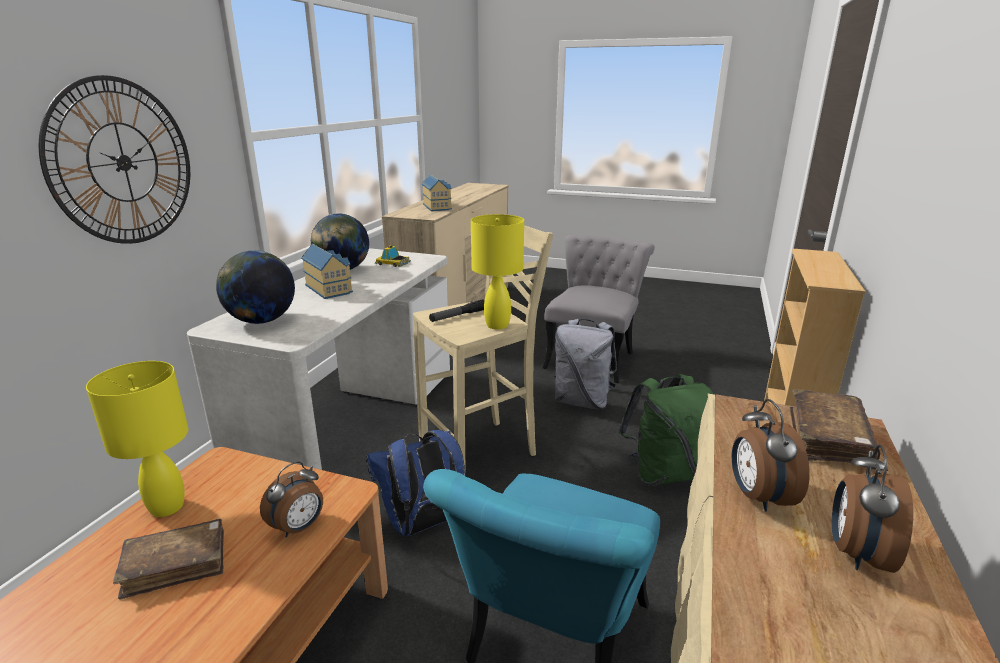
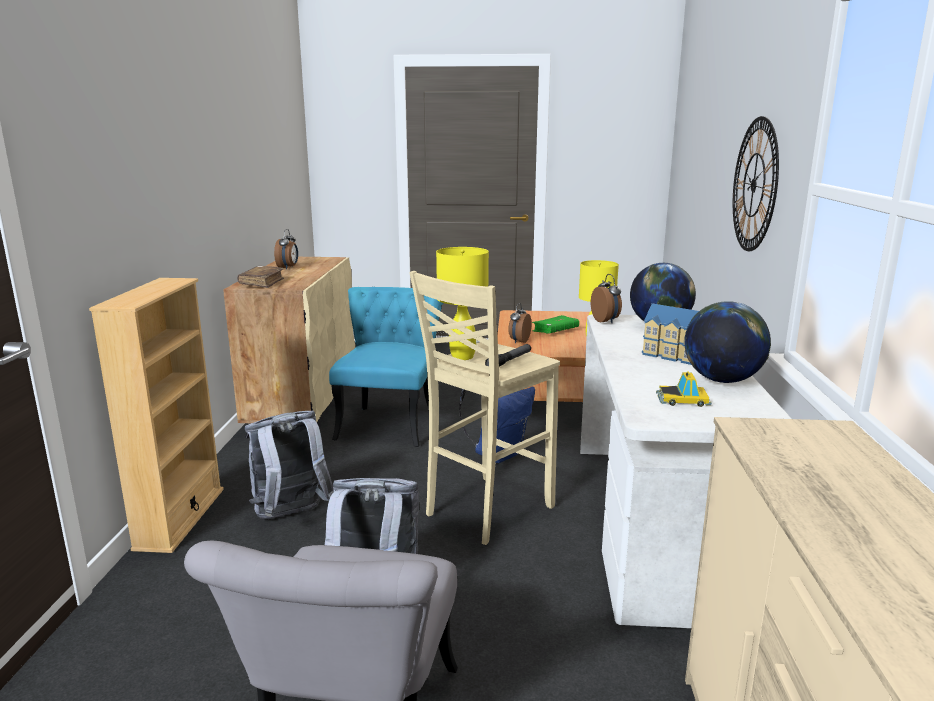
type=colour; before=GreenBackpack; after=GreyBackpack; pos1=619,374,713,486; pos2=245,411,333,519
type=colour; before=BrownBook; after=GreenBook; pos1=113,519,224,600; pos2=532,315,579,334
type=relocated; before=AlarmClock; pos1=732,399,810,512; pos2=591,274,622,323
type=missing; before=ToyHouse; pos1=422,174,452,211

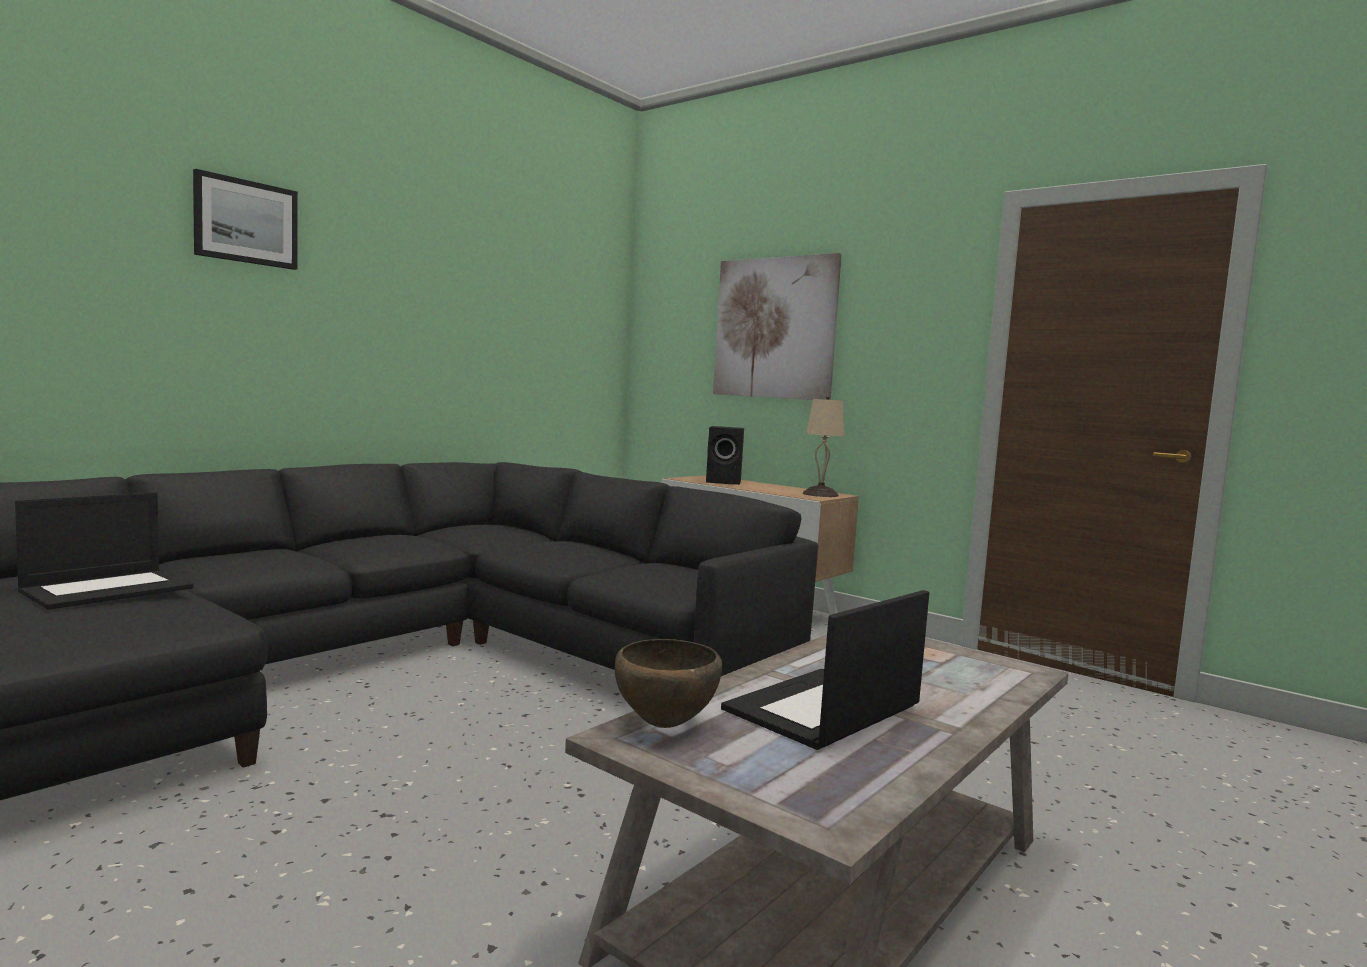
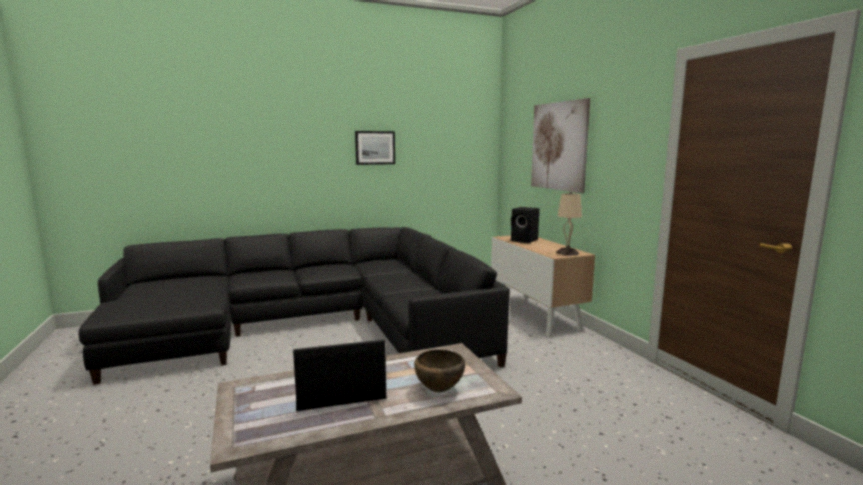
type=relocated; before=Picture; pos1=193,169,298,270; pos2=355,131,395,165
type=relocated; before=BrownBowl; pos1=615,639,722,728; pos2=414,349,465,392
type=missing; before=Laptop; pos1=15,492,194,610

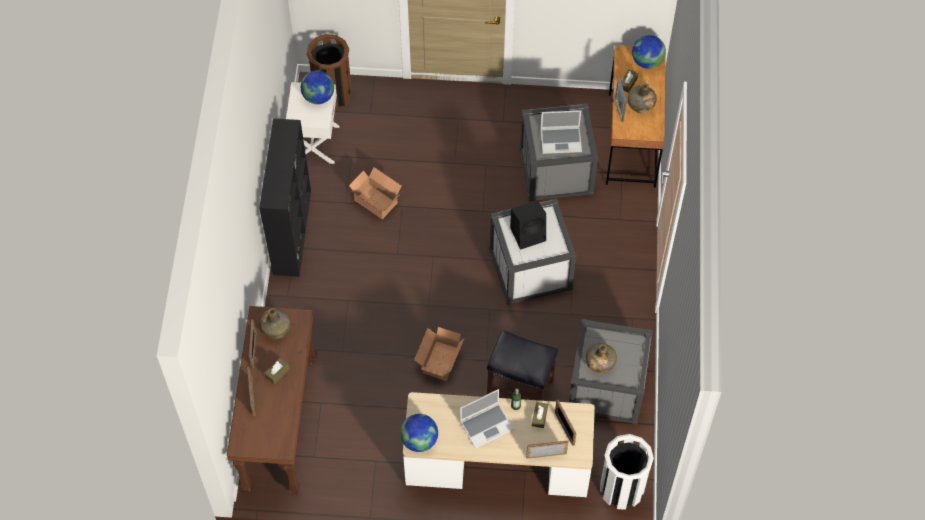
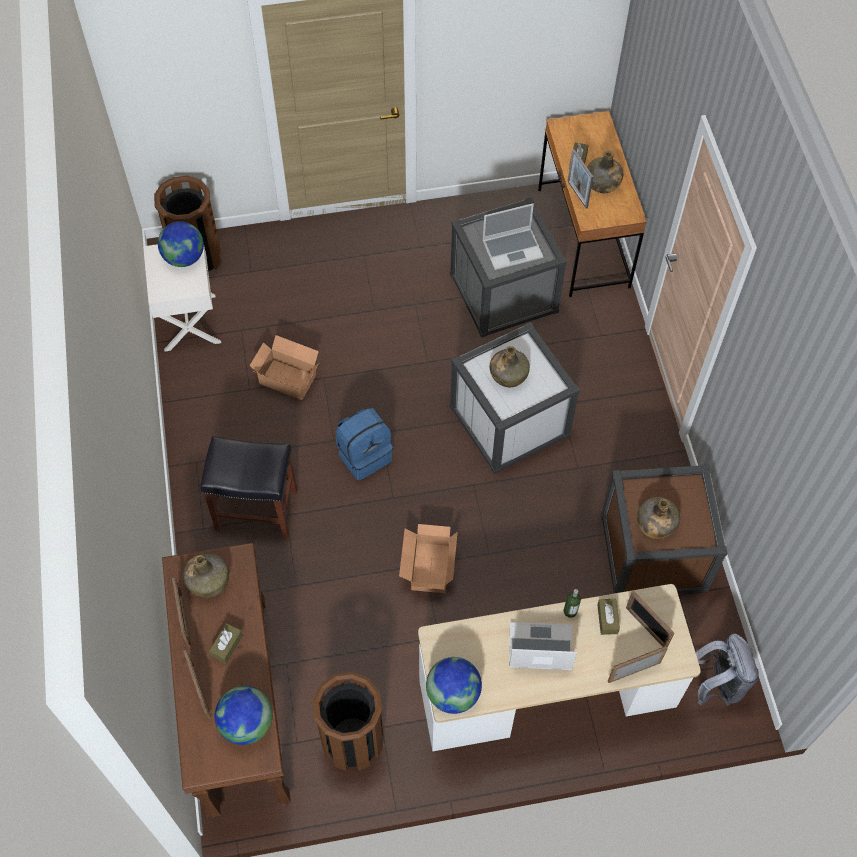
type=relocated; before=BlackStool; pos1=487,330,558,401; pos2=200,436,297,539
type=relocated; before=Globe; pos1=632,35,666,69; pos2=215,686,273,745
type=appeared; after=BrownTrashCan; pos2=312,672,383,771
type=appeared; after=BlueBackpack; pos2=336,408,393,480
type=exchanged; before=BlackSpeaker; after=GreenBottle; pos1=510,201,546,250; pos2=490,346,530,387
type=spun; before=Laptop; pos1=460,389,514,448; pos2=509,622,577,670; turn=-135
type=colour; before=GreyStorageBox; after=BrownStorageBox; pos1=569,319,653,424; pos2=601,464,728,594
type=exchanged; before=WhiteTrashCan; after=GreyBackpack; pos1=600,434,654,510; pos2=695,634,759,706
type=missing; before=BlackBookcase; pos1=259,118,311,277

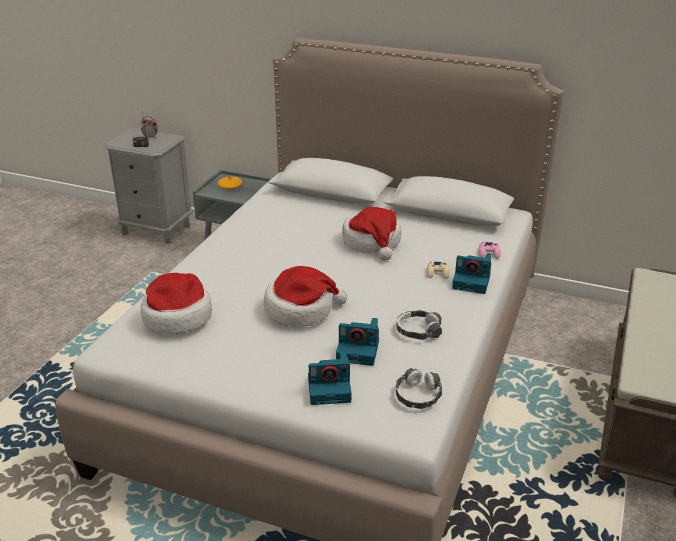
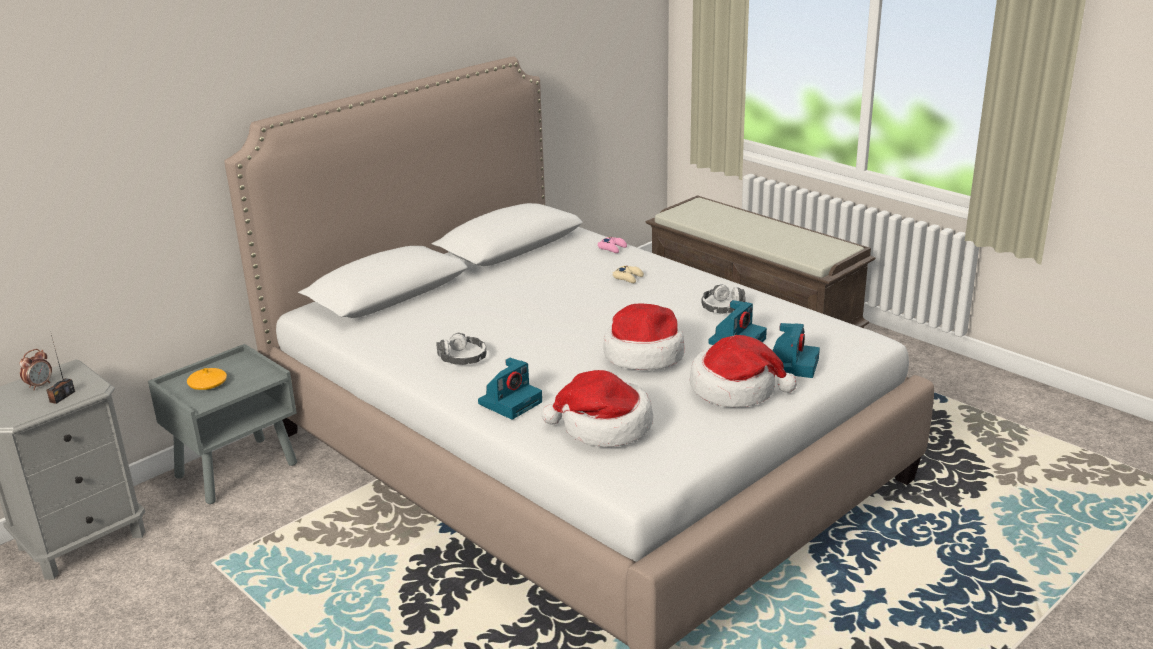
type=relocated; before=Headphones; pos1=396,368,442,409; pos2=436,332,487,365
type=relocated; before=PhotoCamera; pos1=452,253,491,294; pos2=478,358,542,420
type=relocated; before=Hat; pos1=342,207,401,261; pos2=690,335,797,407

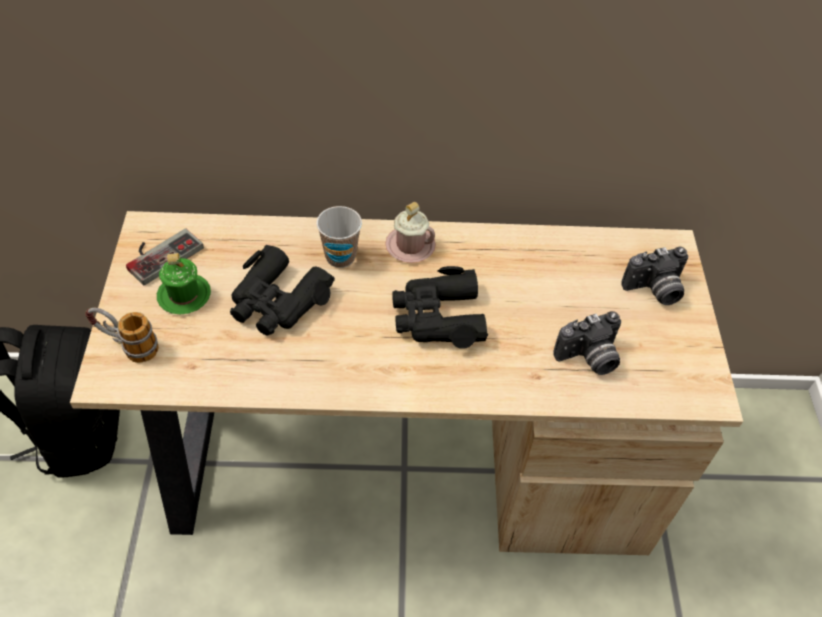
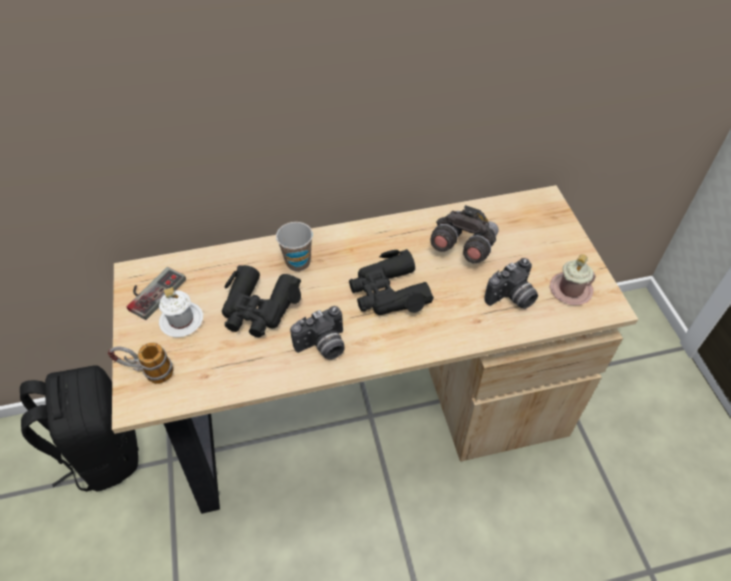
type=colour; before=GreenMug; after=WhiteMug; pos1=157,253,211,315; pos2=159,287,203,337
type=relocated; before=PhotoCamera; pos1=621,247,688,305; pos2=290,306,344,360
type=appeared; after=GreyBinoculars; pos2=430,205,499,264
type=relocated; before=PinkMug; pos1=385,202,436,263; pos2=550,254,596,305

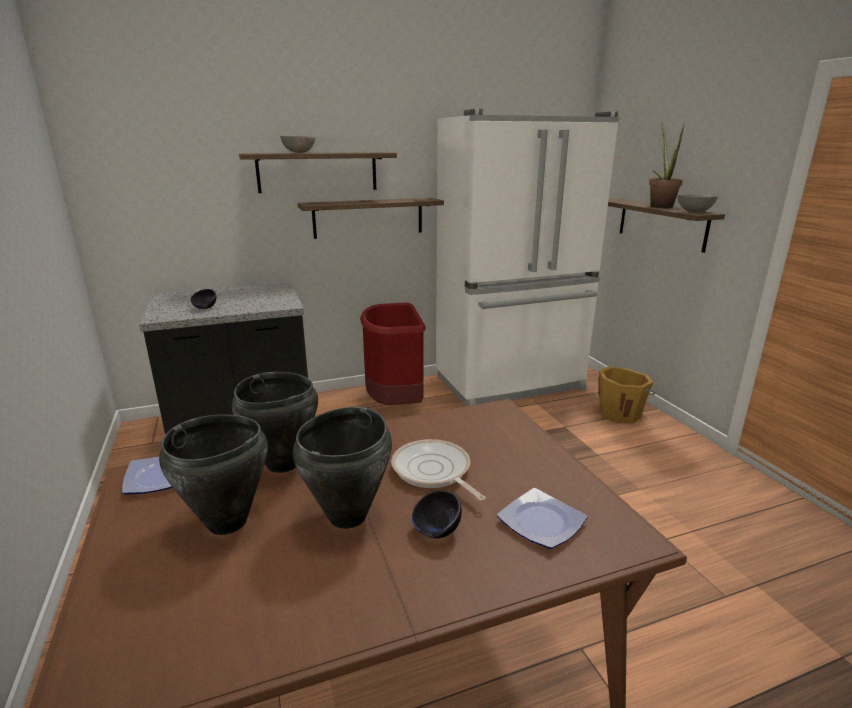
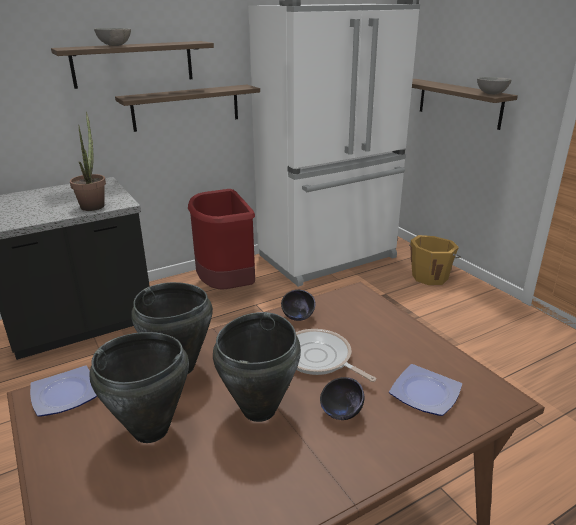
type=relocated; before=PottedPlant; pos1=649,123,684,208; pos2=70,112,106,211
type=relocated; before=BlackBowl; pos1=190,289,217,309; pos2=281,290,316,321

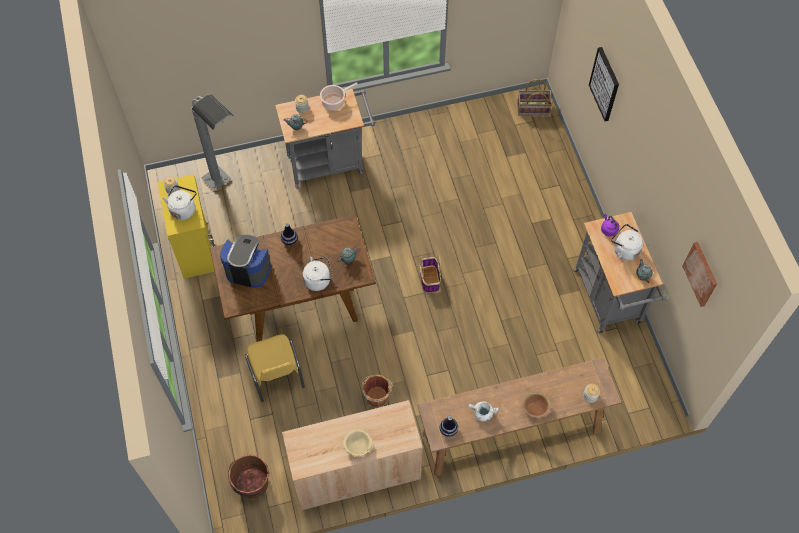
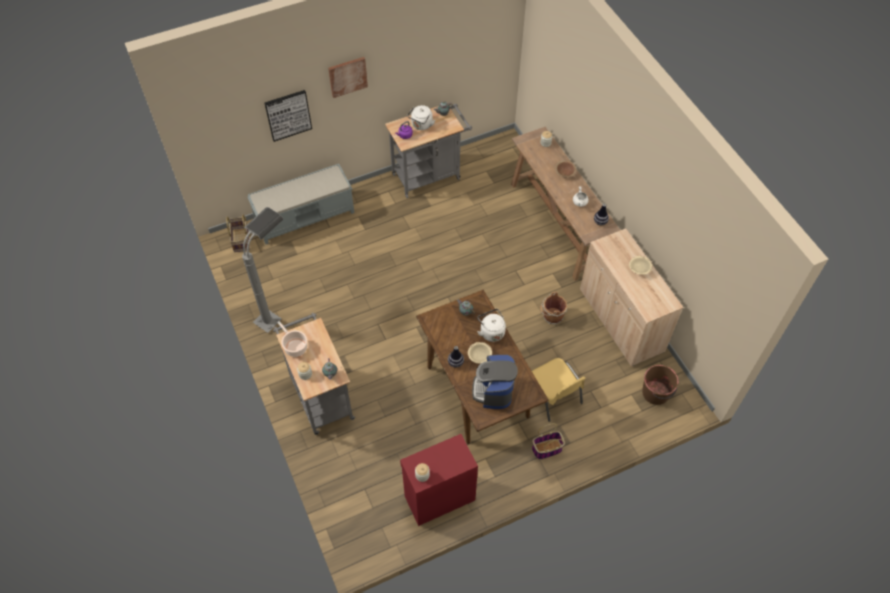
type=relocated; before=GreyFloorLamp; pos1=191,94,234,191; pos2=242,207,284,333
type=appeared; after=GreyBench; pos2=247,164,354,244
type=relocated; before=Picture; pos1=682,242,717,307; pos2=328,57,368,98
type=colour; before=YellowCabinet; after=RedCabinet; pos1=157,174,215,279; pos2=400,434,478,526
type=appeared; after=BeigeBowl; pos2=468,342,492,364
type=spun; before=YellowChair; pos1=245,334,305,402; pos2=532,358,585,422; turn=90
type=relocated; before=Basket; pos1=420,255,442,293; pos2=532,423,565,459
type=missing; before=WhiteKettle; pos1=162,185,197,220

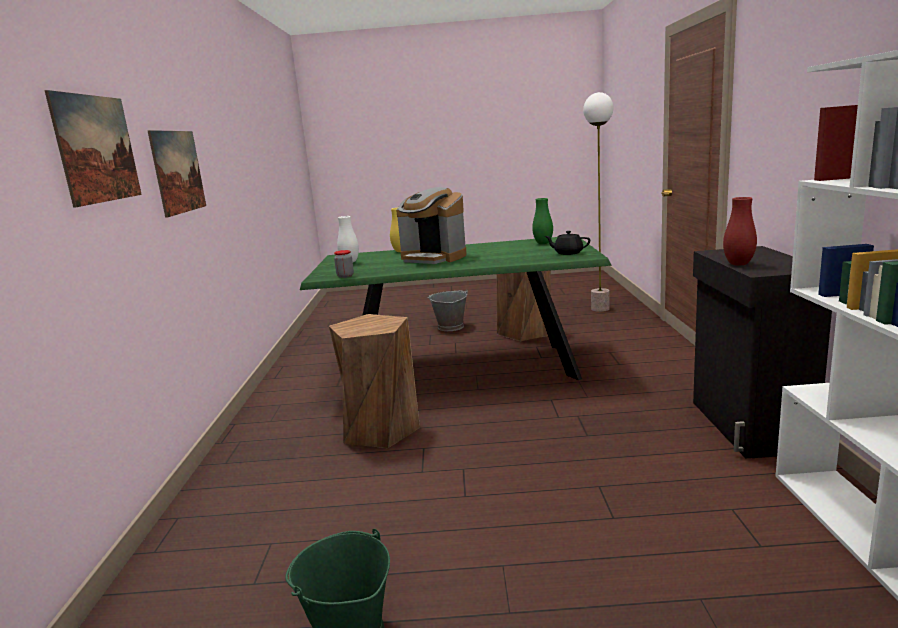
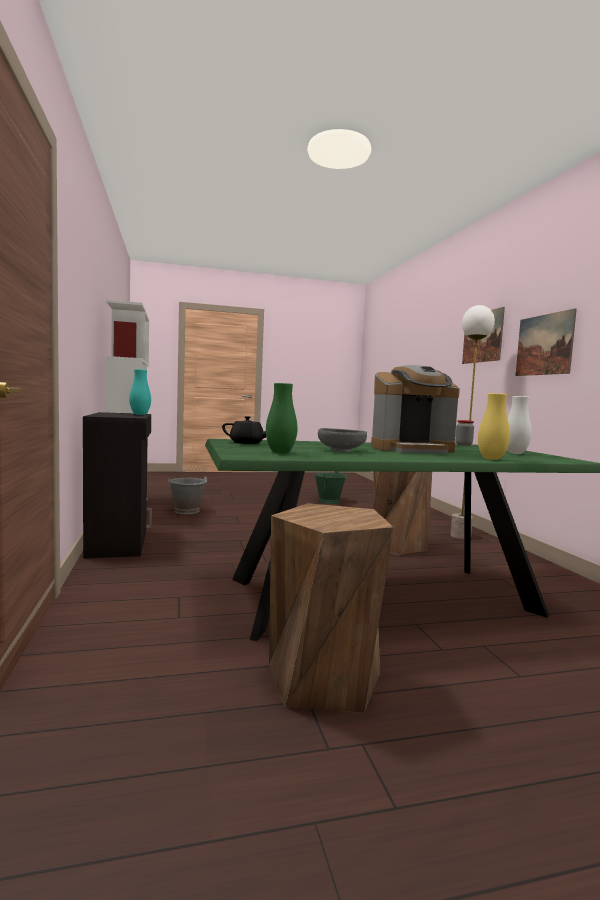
type=colour; before=RedVase; after=TurquoiseVase; pos1=723,197,757,266; pos2=129,369,151,415
type=relocated; before=GreyBucket; pos1=427,289,468,331; pos2=168,476,208,514
type=appeared; after=GreyBowl; pos2=318,428,367,452
type=spun; before=CoffeeMachine; pos1=396,187,466,264; pos2=371,365,460,454; turn=150
type=relocated; before=FloorLamp; pos1=583,92,614,312; pos2=451,305,495,539

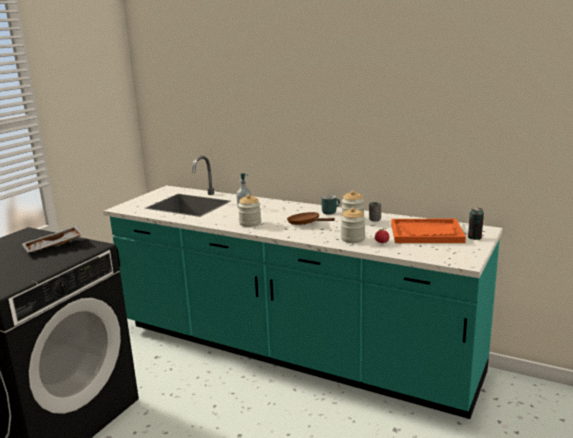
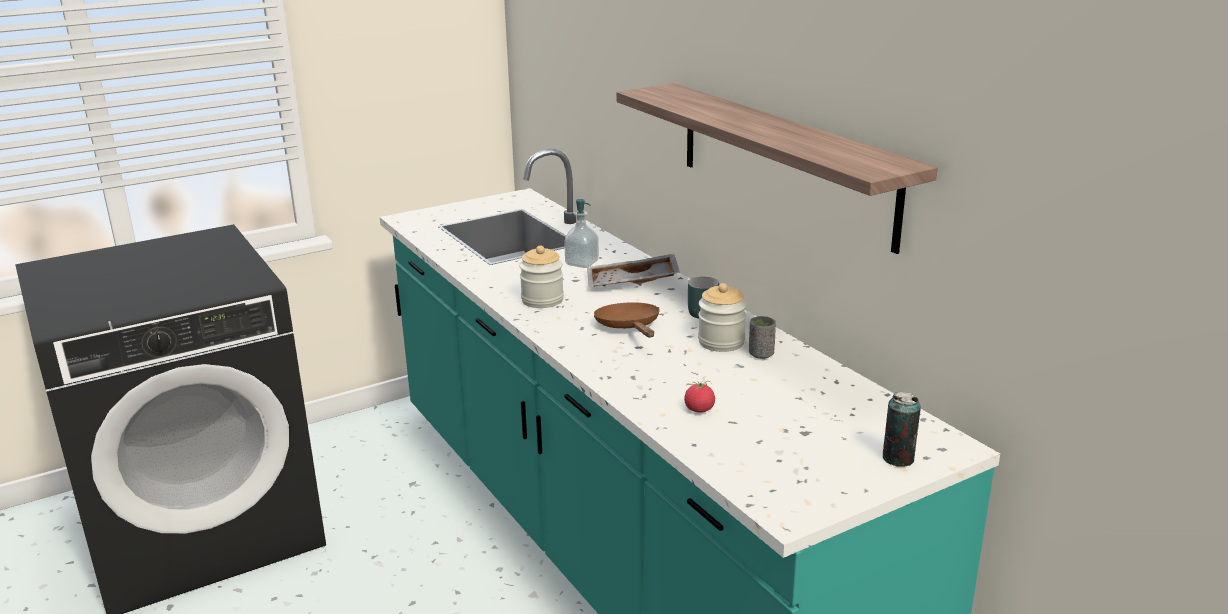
type=relocated; before=GreyTray; pos1=22,225,84,253; pos2=587,254,680,287
type=appeared; after=Shelf; pos2=616,83,938,254
type=missing; before=Jar; pos1=341,207,366,243
type=missing; before=OrangeTray; pos1=391,219,466,243

